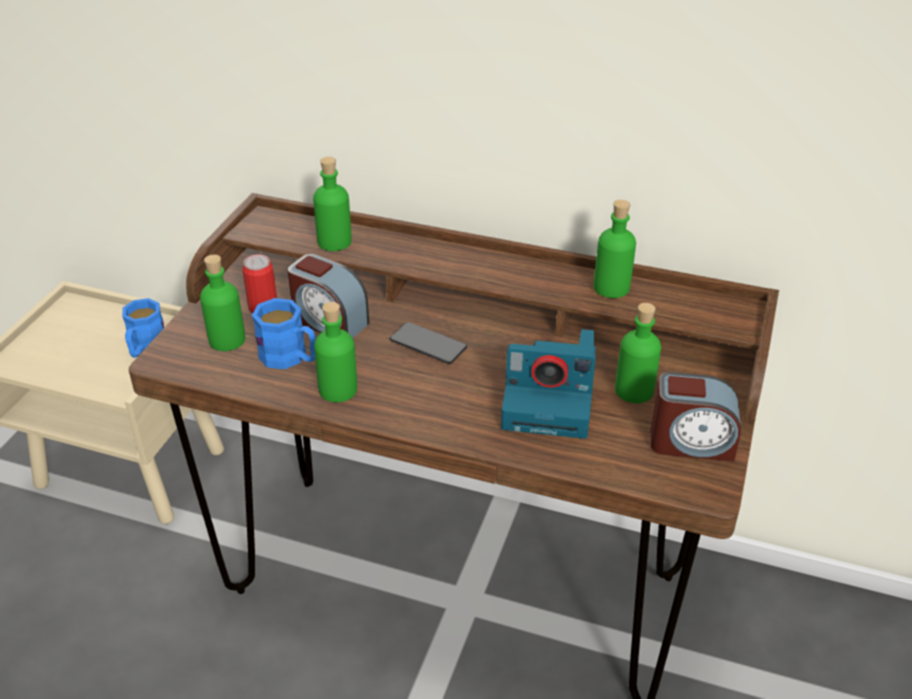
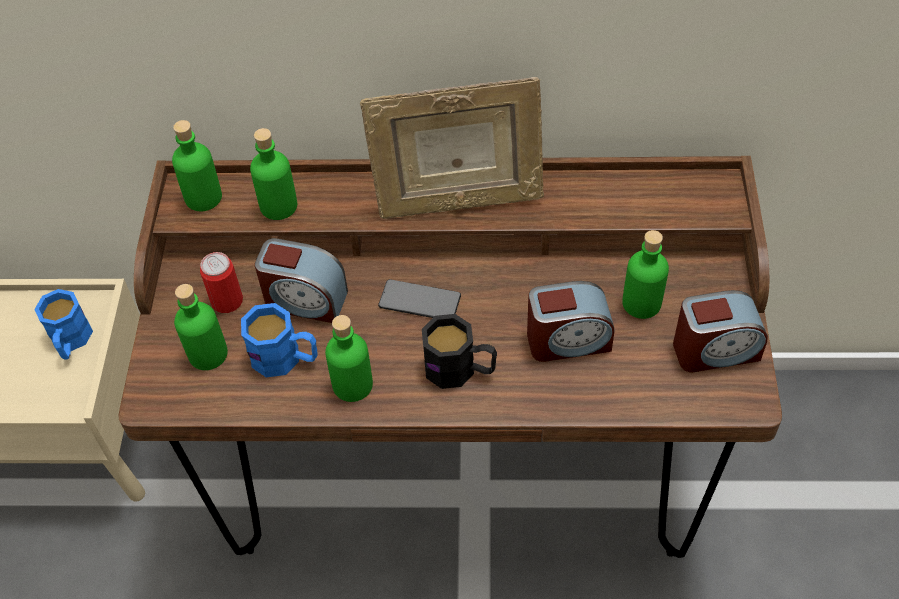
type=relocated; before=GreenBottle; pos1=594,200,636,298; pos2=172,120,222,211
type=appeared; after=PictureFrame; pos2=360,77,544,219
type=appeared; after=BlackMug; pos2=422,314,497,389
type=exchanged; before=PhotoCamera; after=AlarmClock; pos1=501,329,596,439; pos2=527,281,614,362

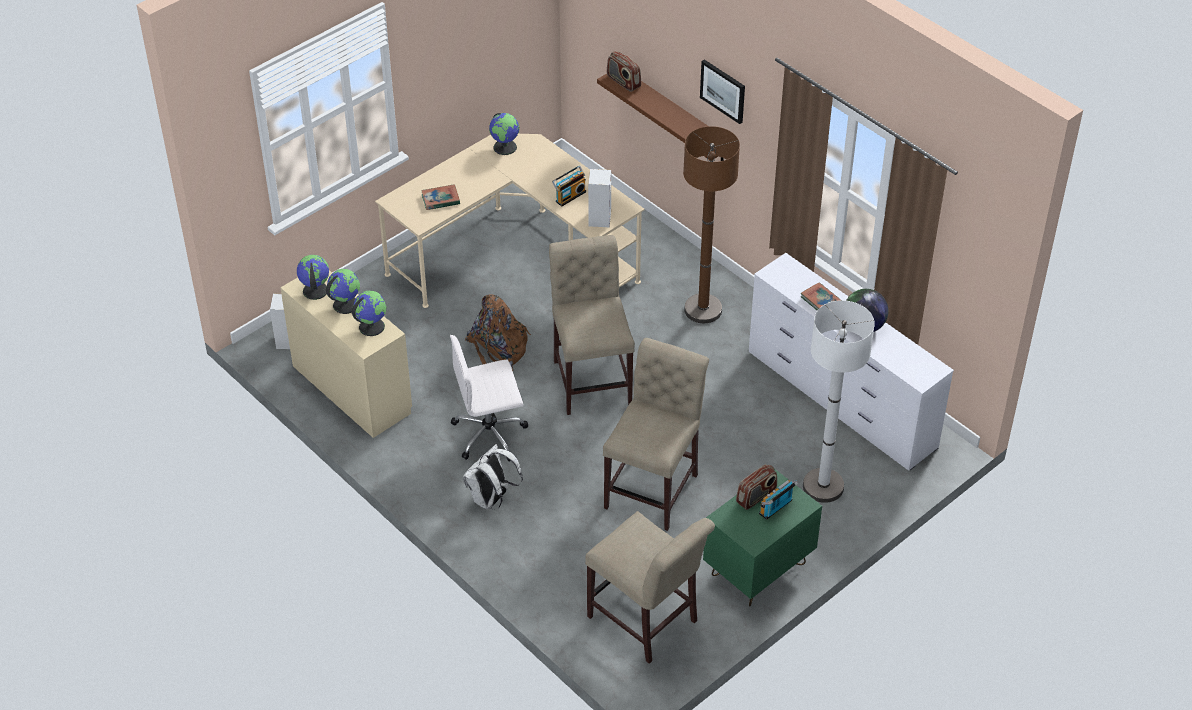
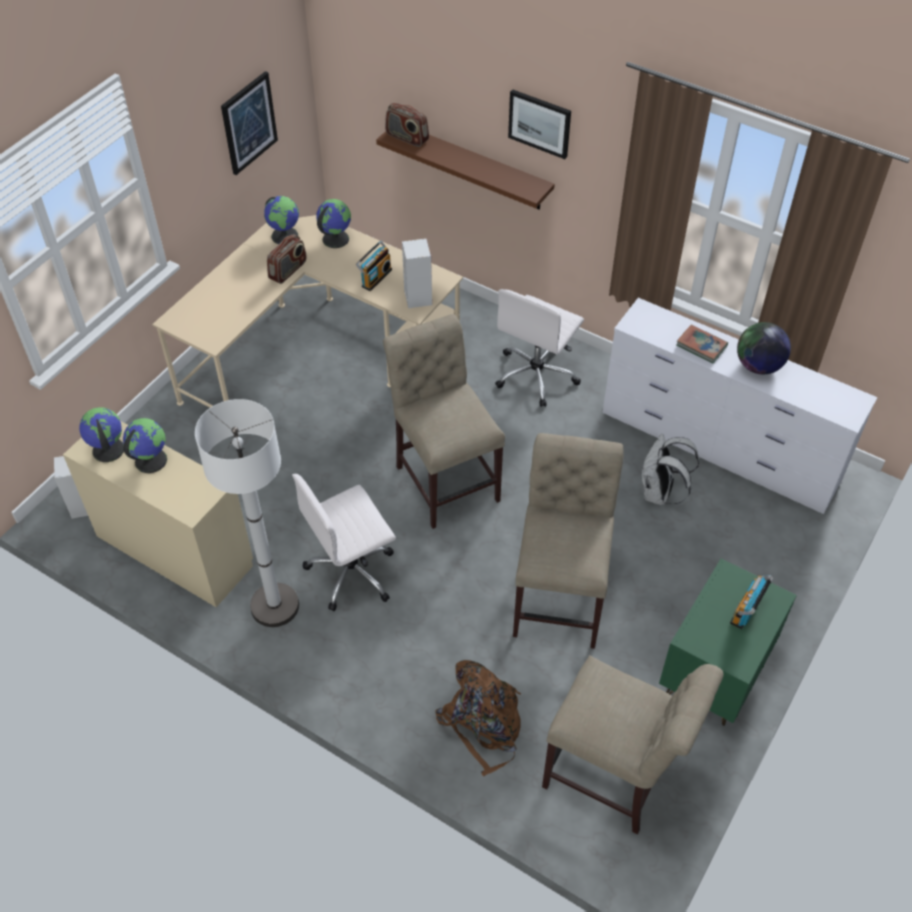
type=relocated; before=WhiteFloorLamp; pos1=803,300,875,503; pos2=195,399,299,627
type=appeared; after=Picture; pos2=221,71,278,175
type=relocated; before=Radio; pos1=736,464,777,510; pos2=267,234,307,284
type=relocated; before=Globe; pos1=352,291,386,336; pos2=316,199,351,248
type=relocated; before=BrownBackpack; pos1=465,294,531,371; pos2=436,660,521,776
type=exchanged; before=BrownFloorLamp; after=WhiteOfficeChair; pos1=683,126,740,323; pos2=495,289,584,407
type=relocated; before=WhiteBackpack; pos1=463,444,523,509; pos2=642,433,699,505
type=missing; before=Book; pos1=421,184,460,210

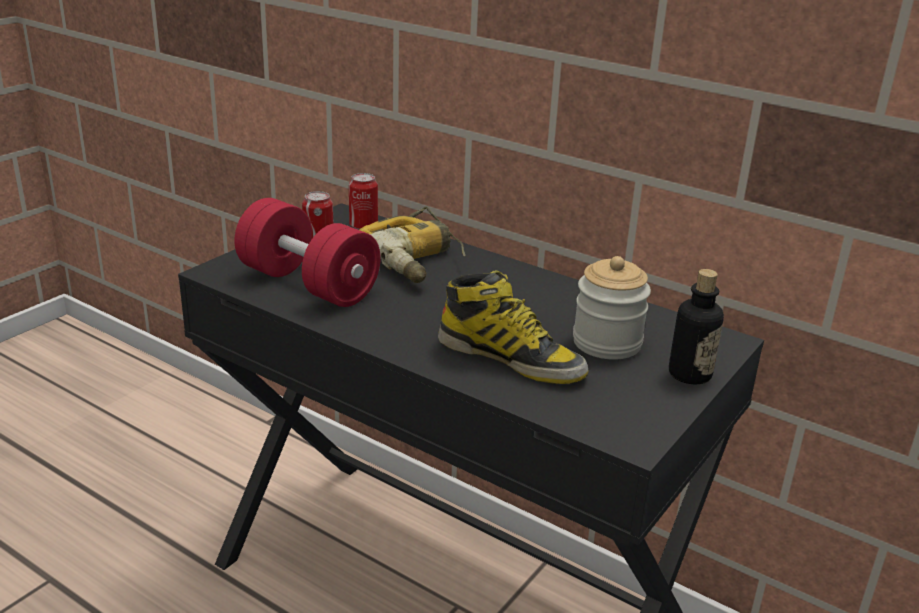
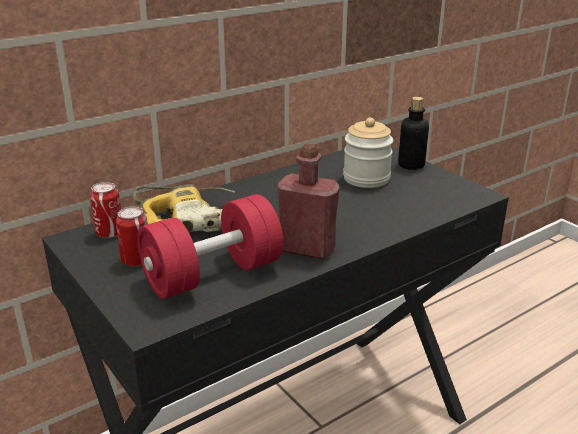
type=appeared; after=RedBottle; pos2=278,144,340,259
type=missing; before=Boot; pos1=438,270,589,384

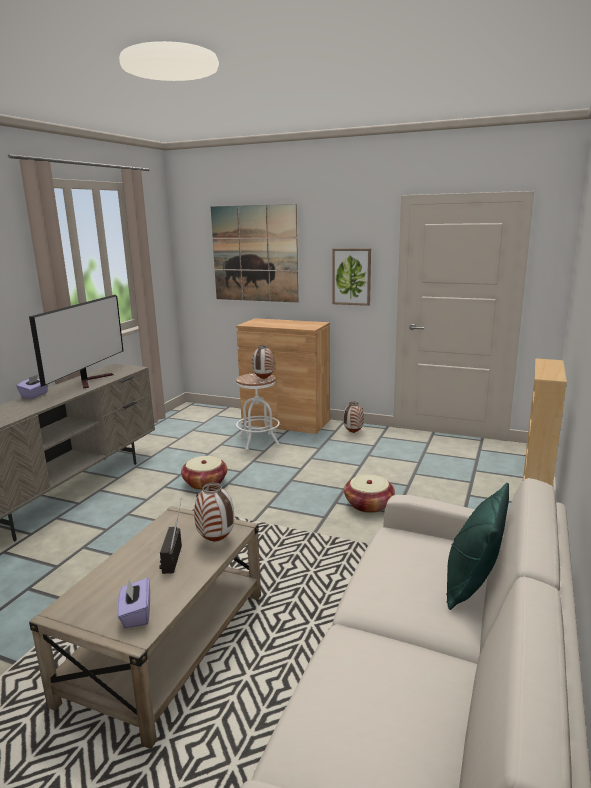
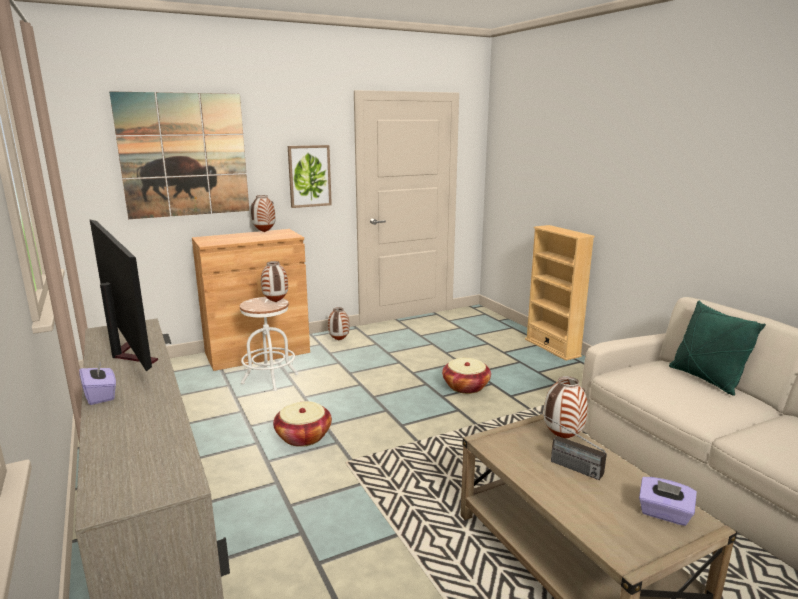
type=appeared; after=Vase; pos2=251,195,275,232

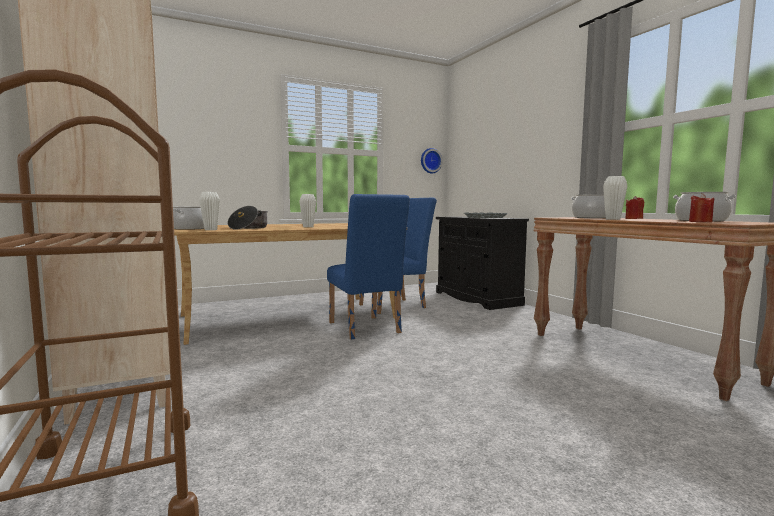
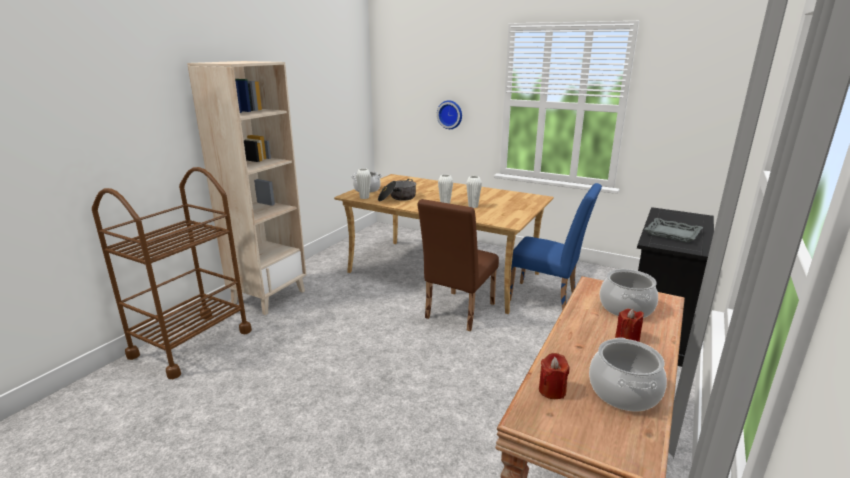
type=colour; before=BlueChair; after=BrownChair; pos1=327,194,410,340; pos2=417,199,499,331
type=relocated; before=WallClock; pos1=421,148,443,173; pos2=437,100,462,129
type=relocated; before=WhiteVase; pos1=603,176,627,220; pos2=466,176,482,208

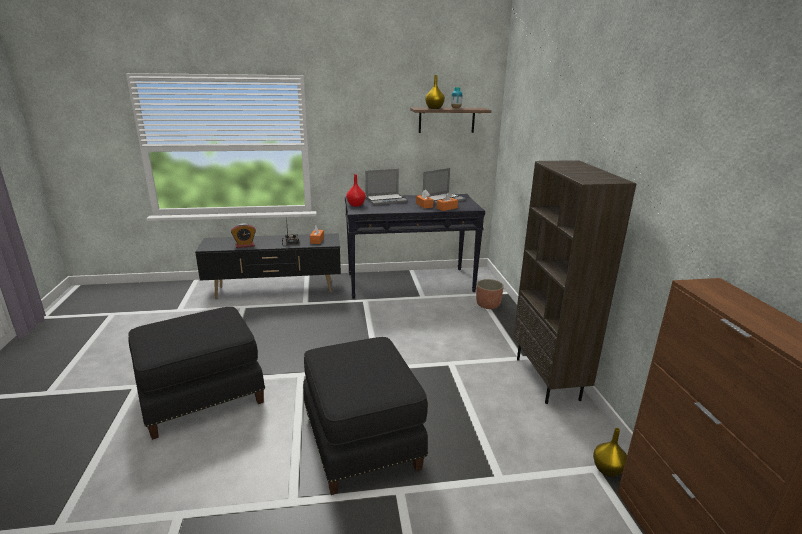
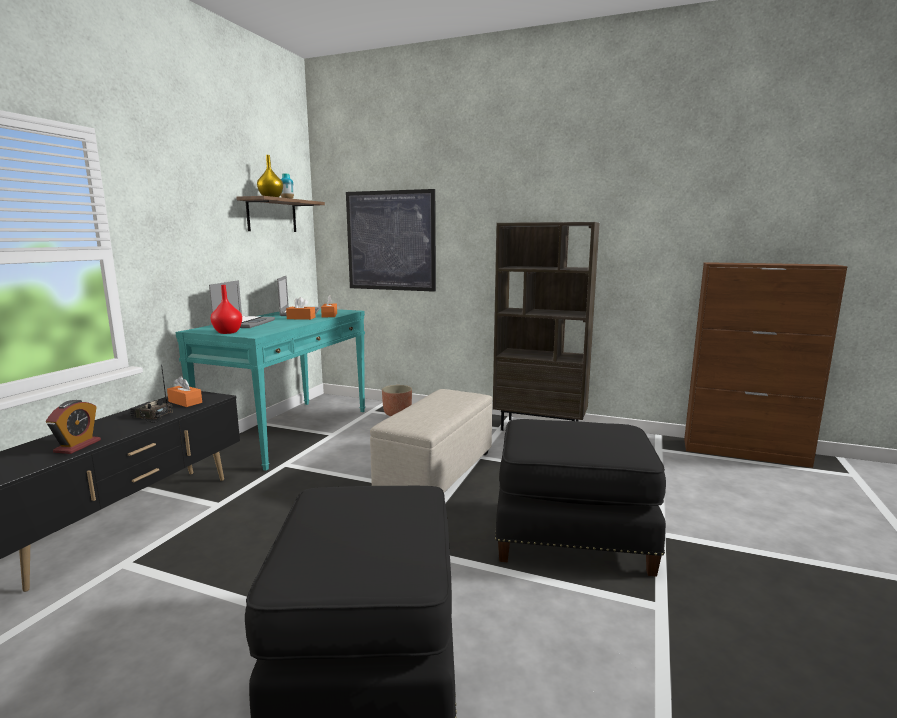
type=colour; before=BlackConsoleTable; after=TurquoiseConsoleTable; pos1=345,194,485,299; pos2=176,308,365,471
type=appeared; after=Picture; pos2=346,189,436,292
type=appeared; after=BeigeOttoman; pos2=370,389,492,492
type=missing; before=YellowVase; pos1=593,428,627,477

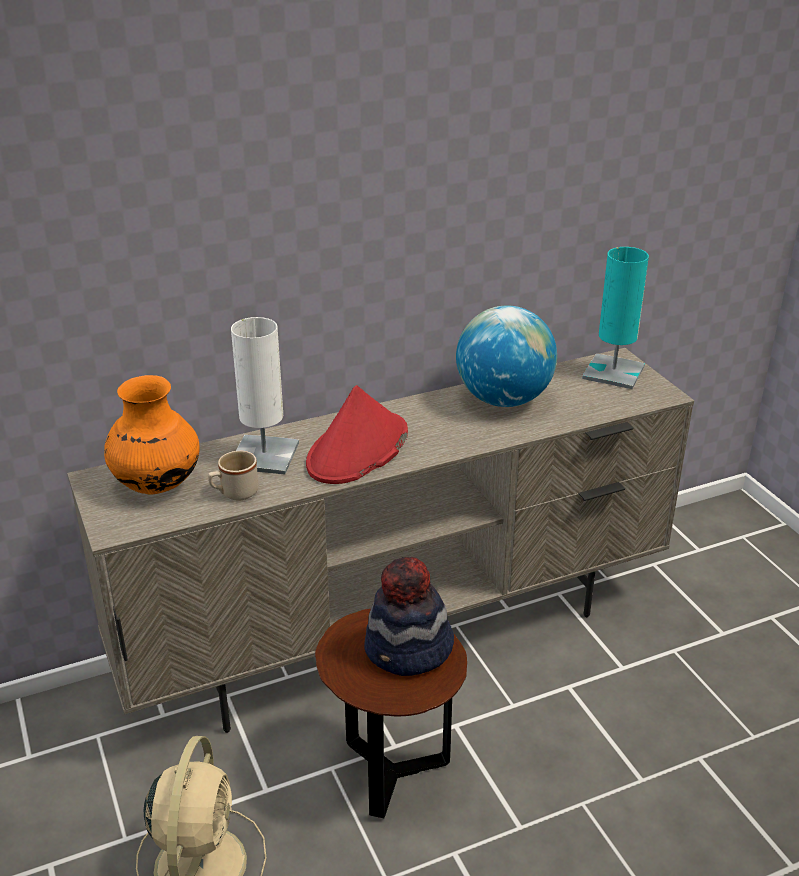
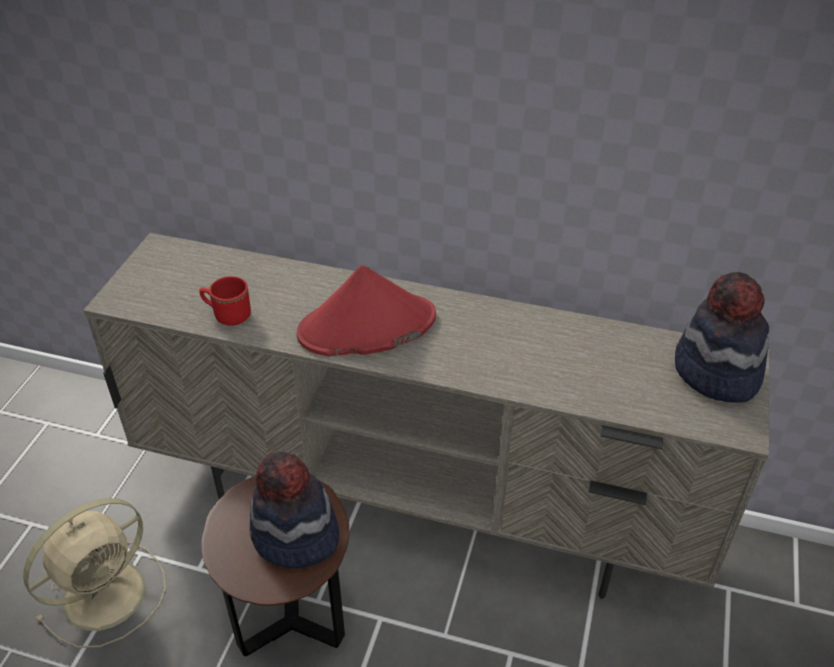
type=colour; before=BeigeMug; after=RedMug; pos1=208,451,258,500; pos2=199,276,251,326
type=exchanged; before=TurquoiseTableLamp; after=Hat; pos1=582,247,649,389; pos2=675,272,769,403
type=missing; before=OrangeVase; pos1=104,375,200,495
type=missing; before=WhiteTableLamp; pos1=231,317,299,474
type=missing; before=Globe; pos1=456,305,557,407

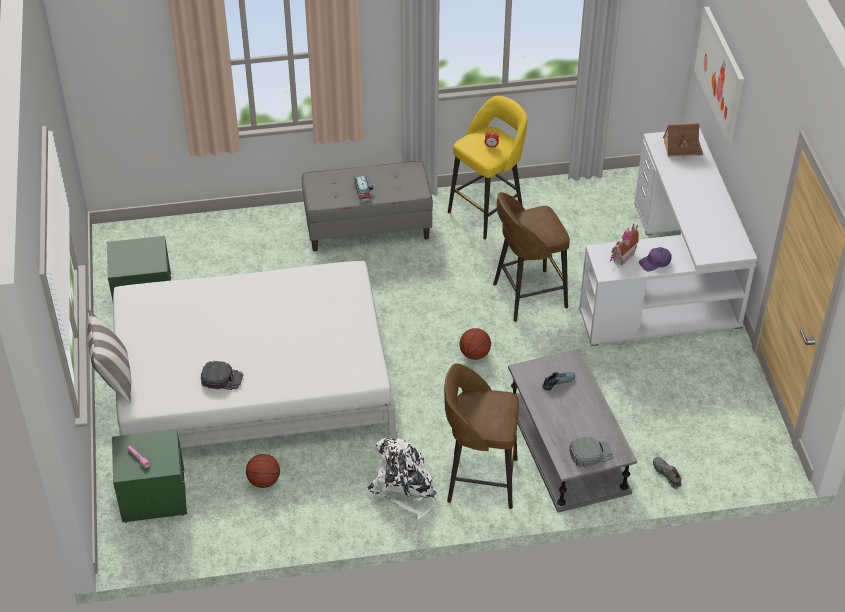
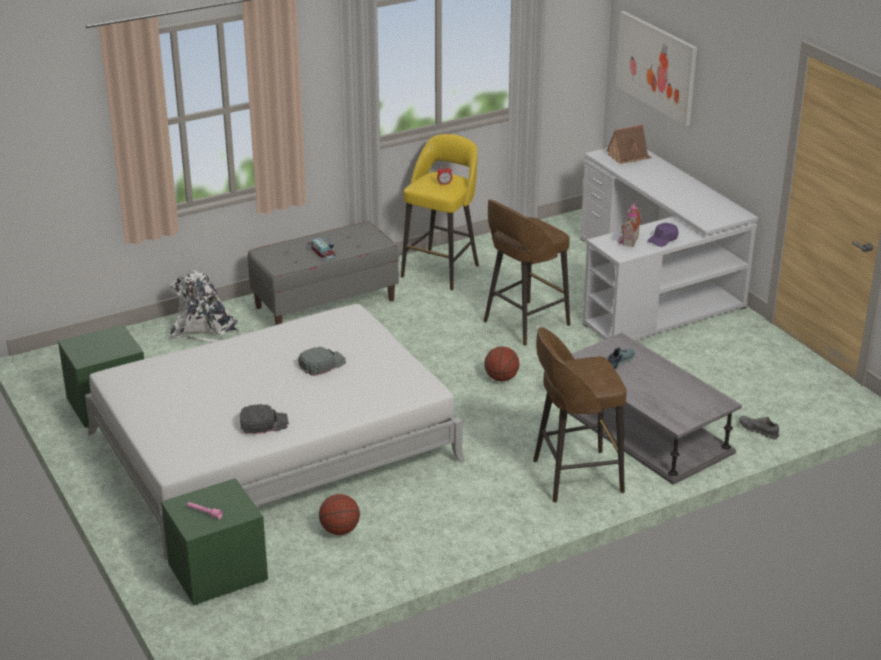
type=relocated; before=WhiteBackpack; pos1=367,438,437,519; pos2=169,270,238,342
type=relocated; before=GreyCap; pos1=569,437,613,467; pos2=298,346,346,376
type=missing; before=Pillow; pos1=87,309,132,403

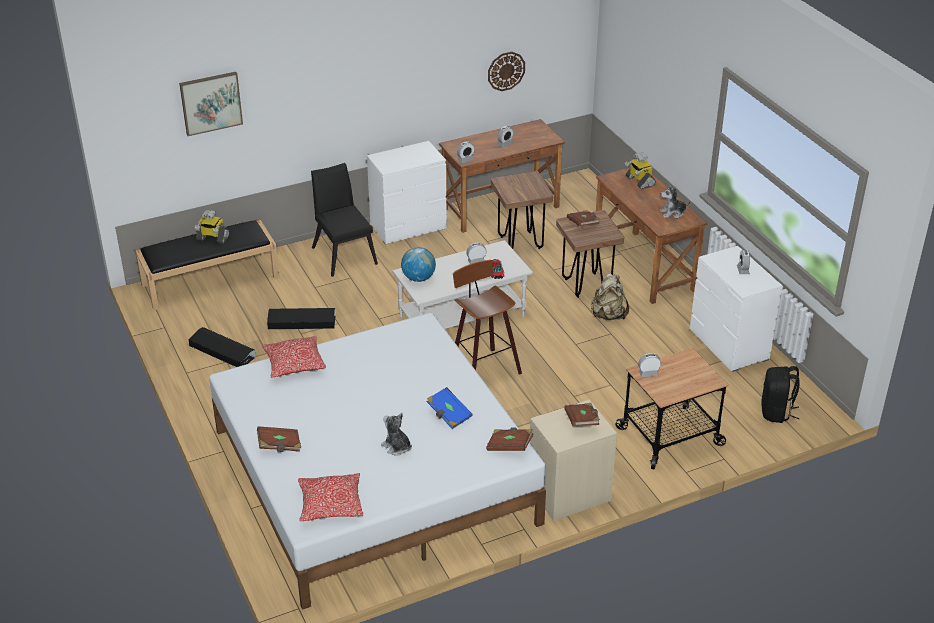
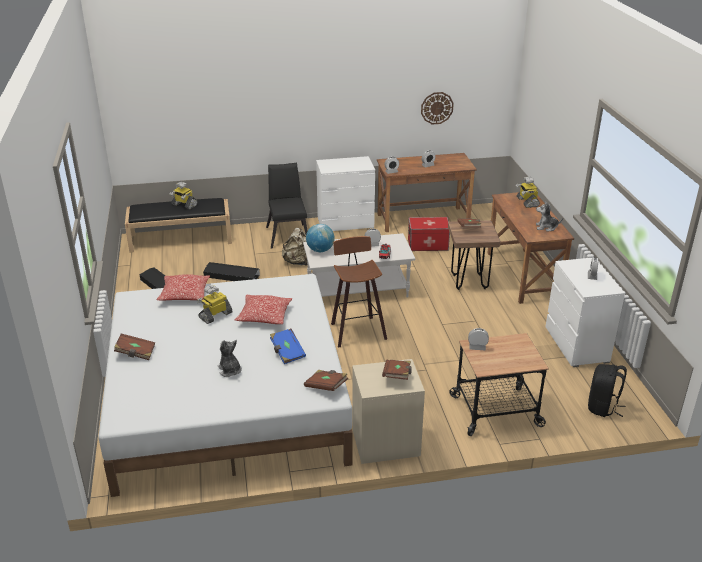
type=appeared; after=ToyRobot; pos2=197,285,233,324
type=relocated; before=Pillow; pos1=298,473,363,521; pos2=235,294,292,324
type=relocated; before=BeigeBackpack; pos1=591,274,629,320; pos2=282,228,307,265
type=exchanged; before=BrownStool; after=StorageBox; pos1=491,171,554,249; pos2=408,217,450,251
type=missing; before=Picture; pos1=179,72,243,136

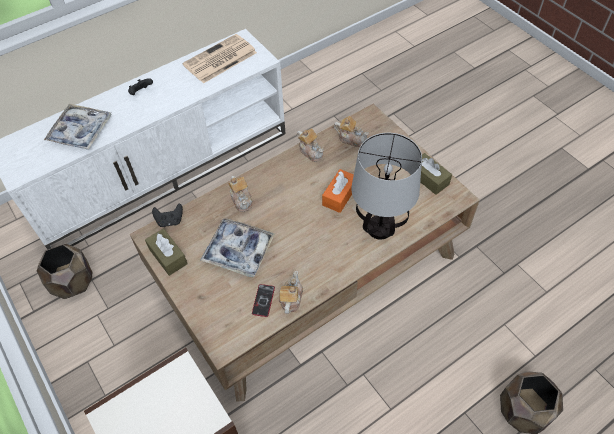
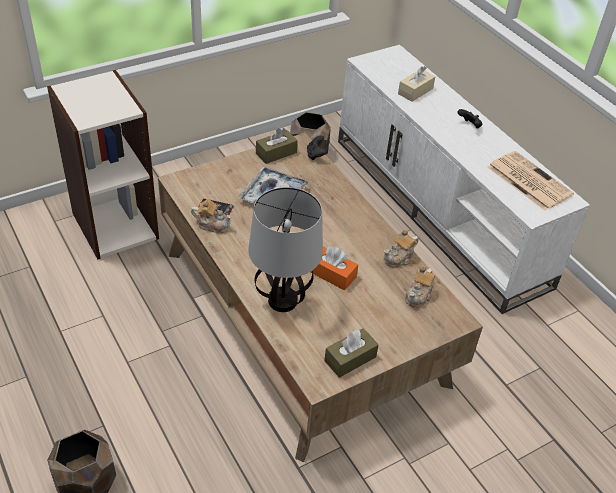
type=exchanged; before=Tray; after=BeigeTissueBox; pos1=44,104,111,150; pos2=398,66,435,102
type=missing; before=Teapot; pos1=228,176,252,212

